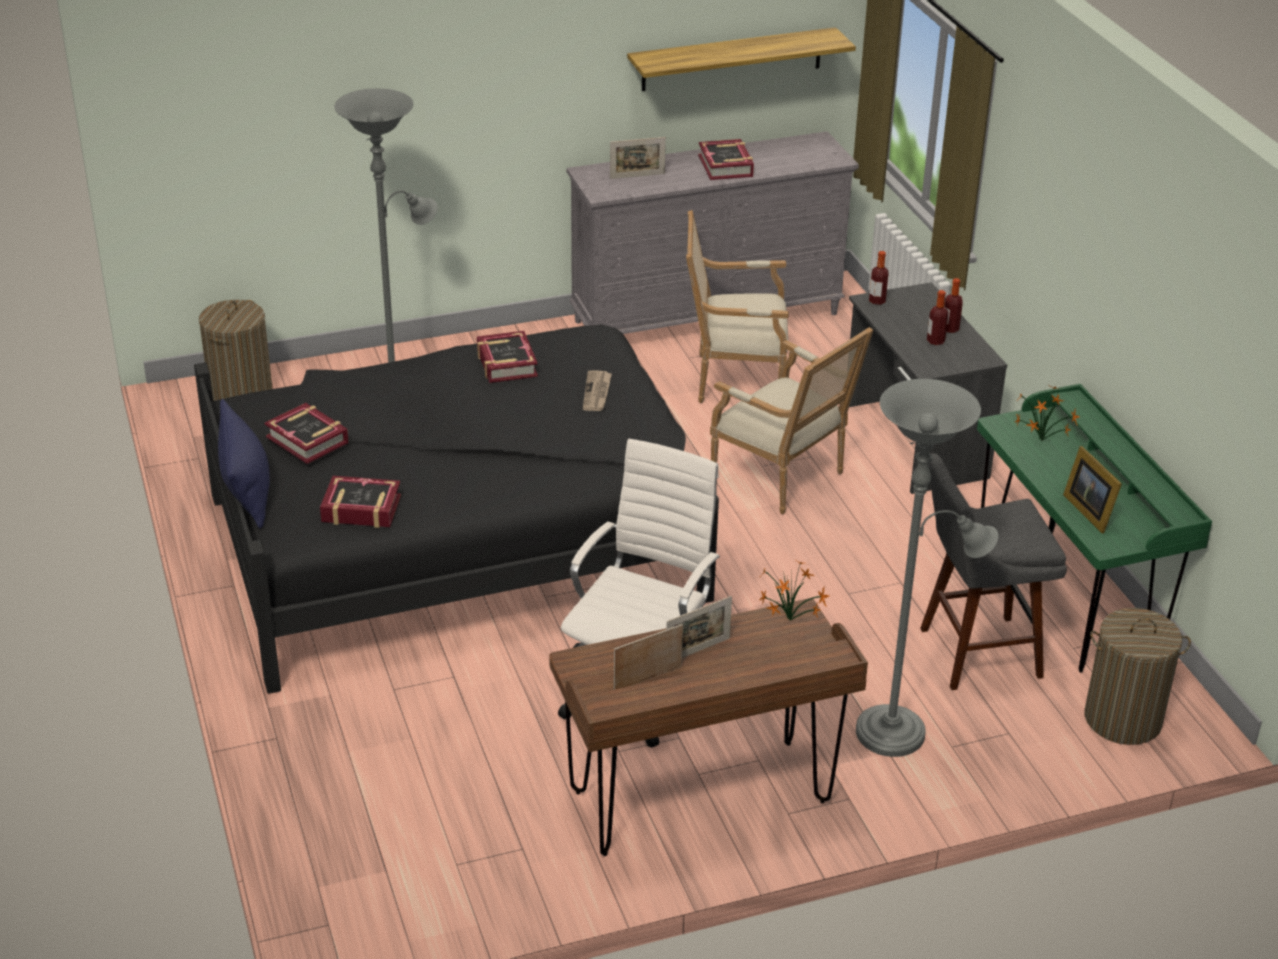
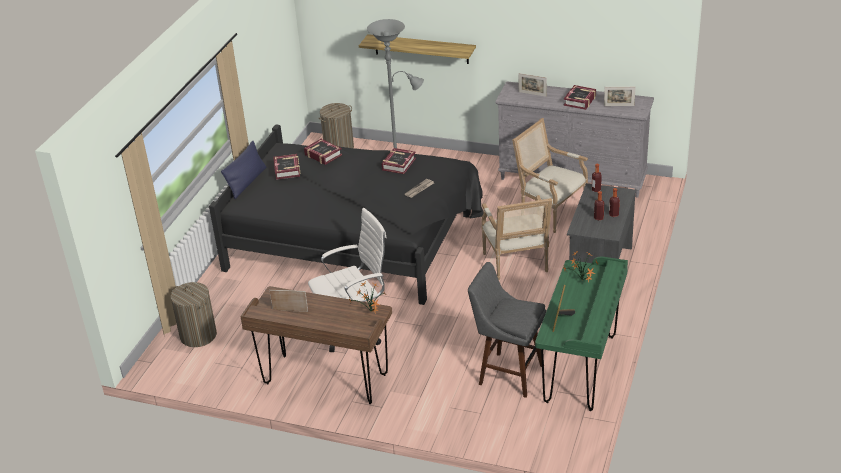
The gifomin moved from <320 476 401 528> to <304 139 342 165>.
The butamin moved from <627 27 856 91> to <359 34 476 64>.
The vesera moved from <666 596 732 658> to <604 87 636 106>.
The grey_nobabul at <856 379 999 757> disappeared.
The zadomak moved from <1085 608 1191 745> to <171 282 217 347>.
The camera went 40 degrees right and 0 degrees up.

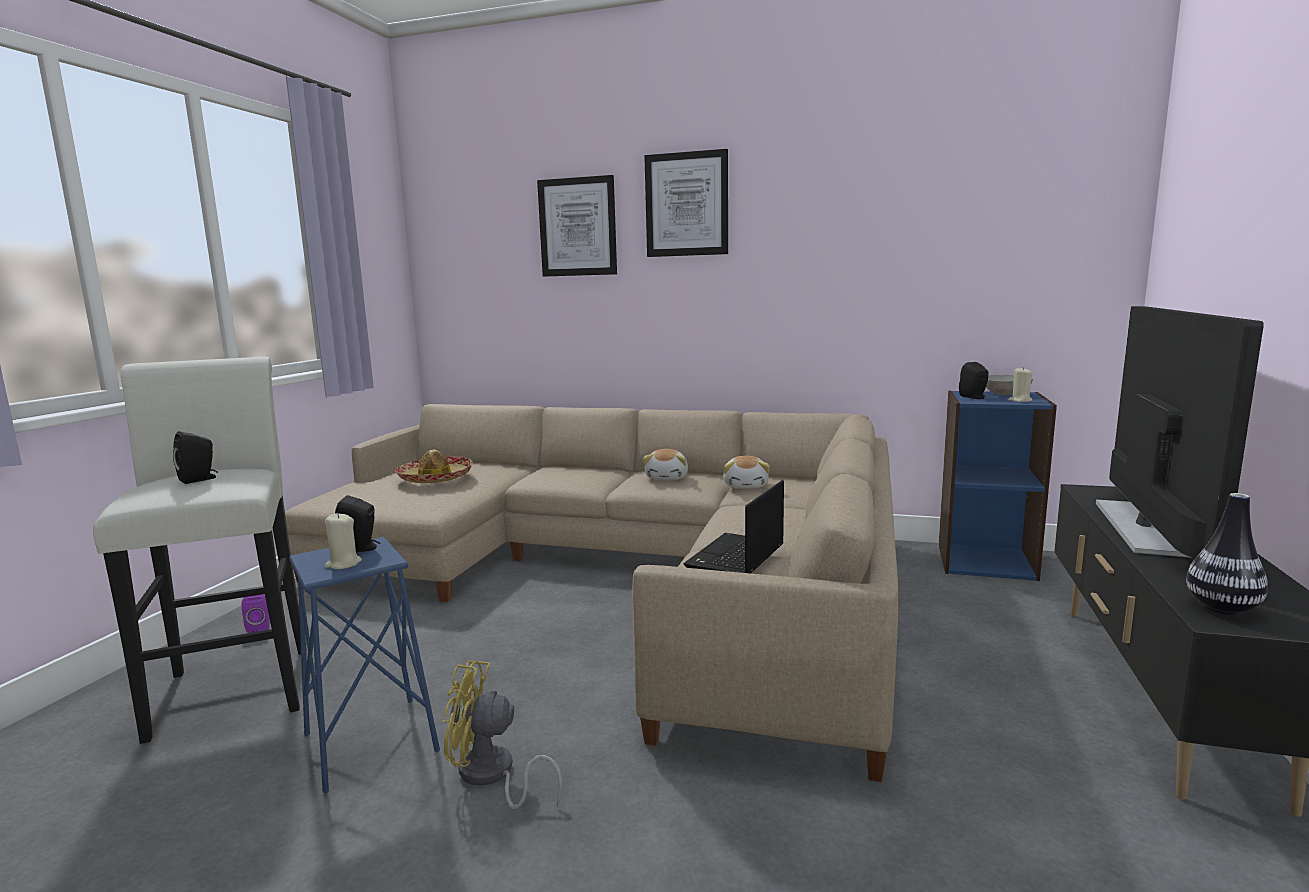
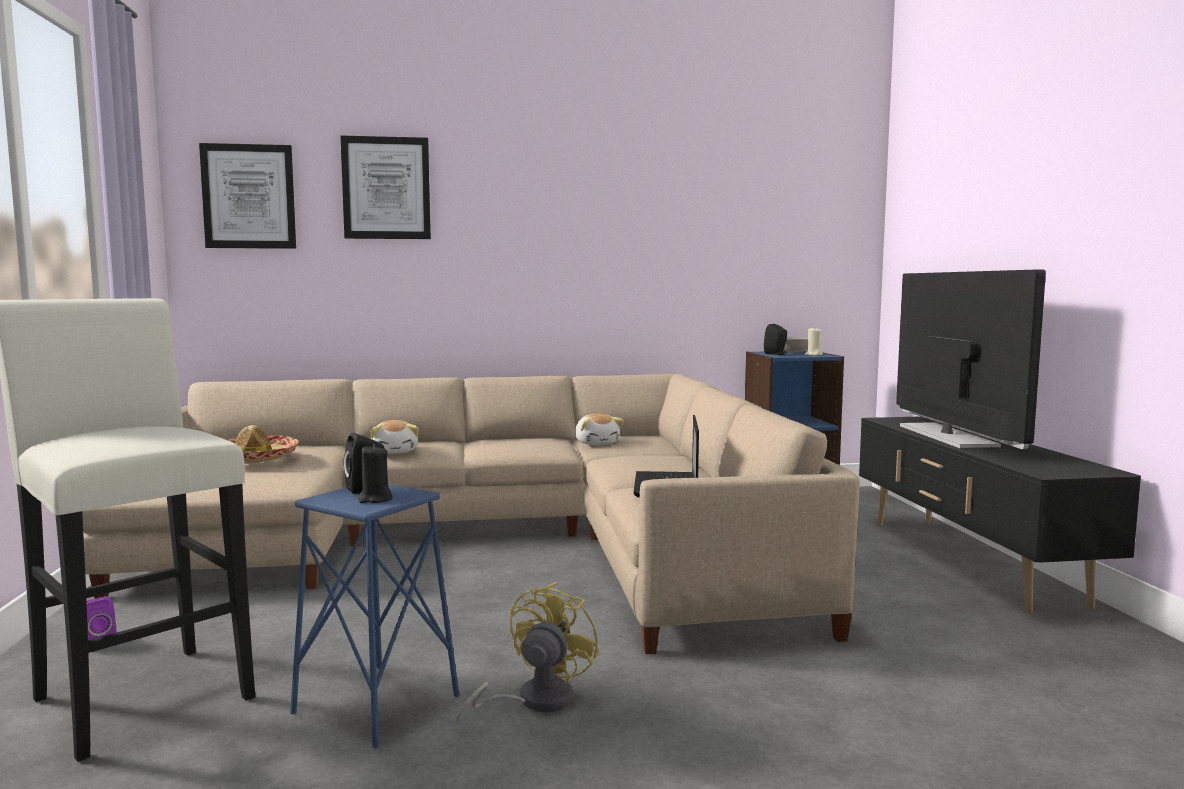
The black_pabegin at <173 431 218 484> disappeared.
The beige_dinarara at <325 513 362 569> became the black_dinarara at <358 444 393 503>.
The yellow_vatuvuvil at <442 661 563 809> turned 135 degrees clockwise.
The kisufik moved from <643 449 688 481> to <371 420 419 454>.
The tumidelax moved from <644 149 728 257> to <199 143 296 249>.
The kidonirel at <1186 493 1268 614> disappeared.
The camera went 25 degrees left and 5 degrees down.

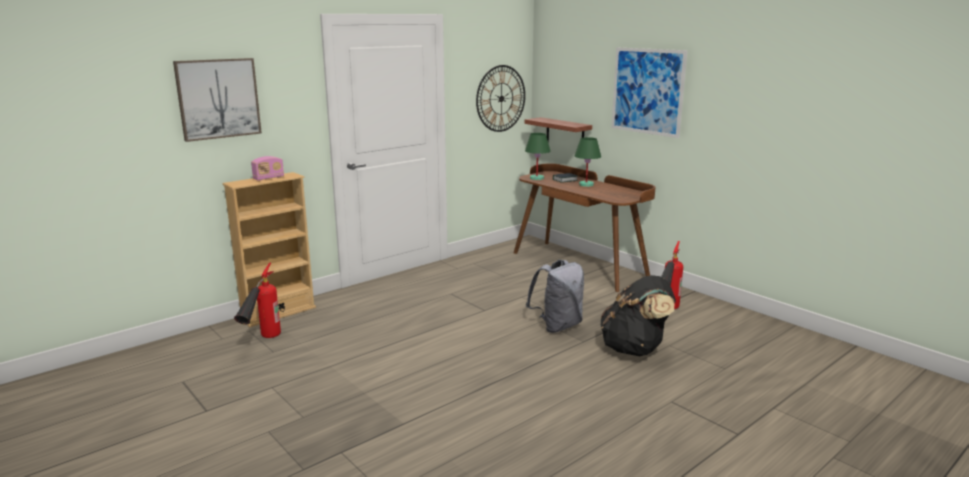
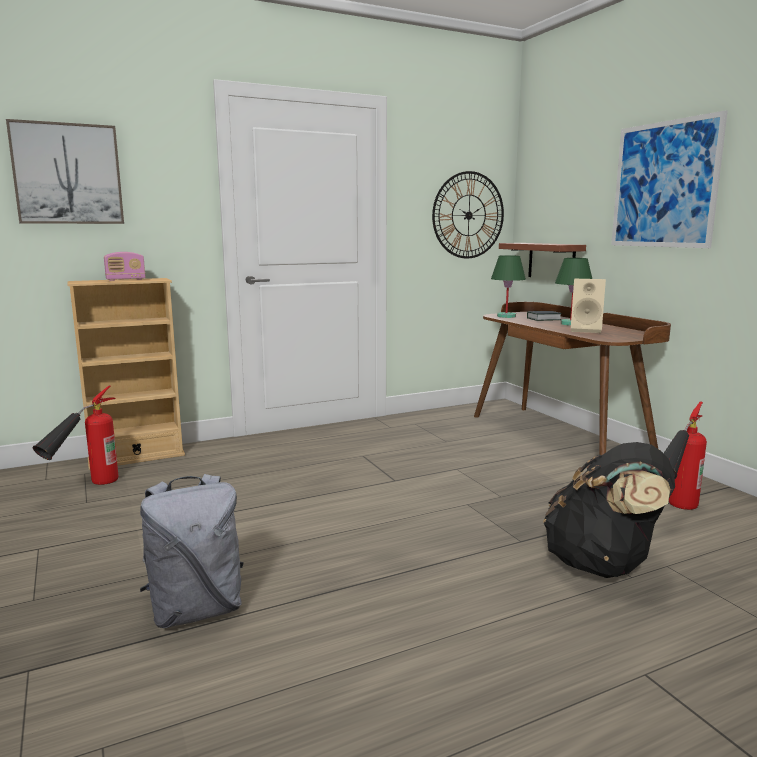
The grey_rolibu moved from <526 260 584 333> to <140 474 244 628>.
The beige_pabegin at <571 279 606 333> appeared.
The camera went 15 degrees right and 5 degrees down.

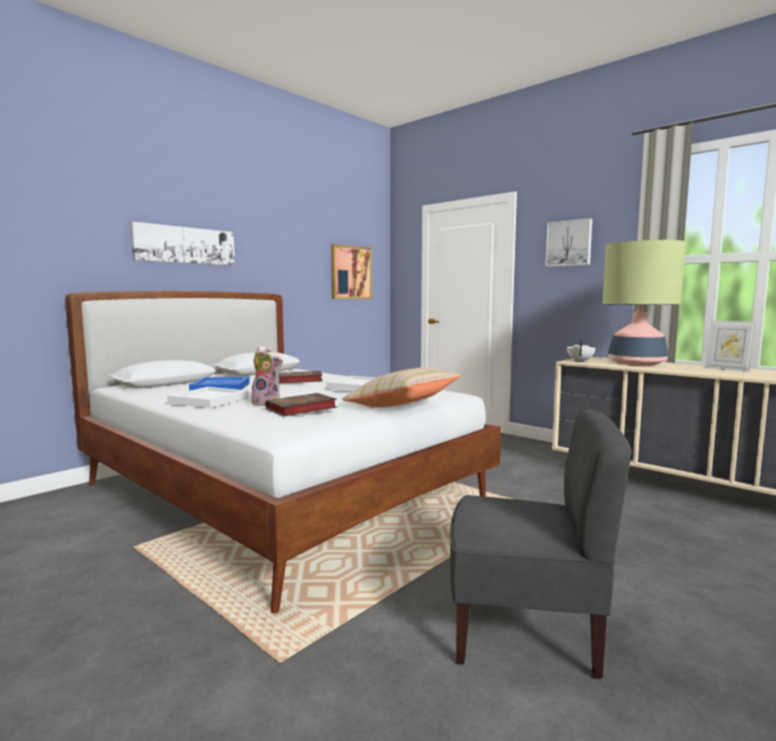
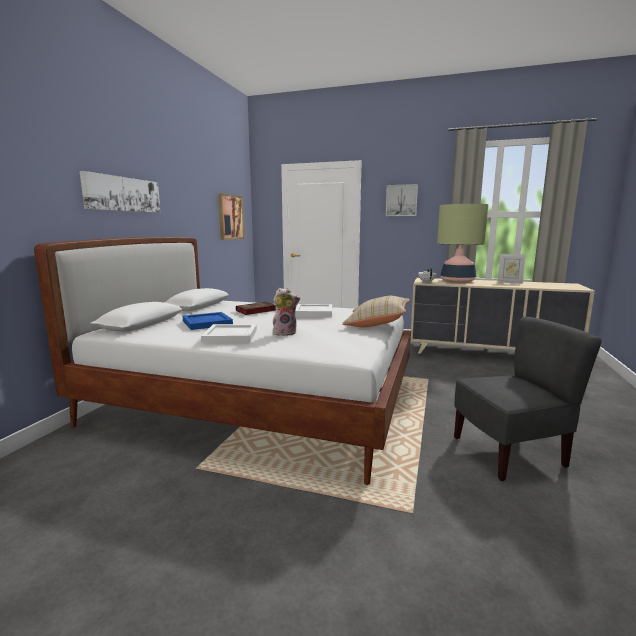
The gifomin at <266 393 337 416> disappeared.
The camera went 25 degrees left and 5 degrees up.

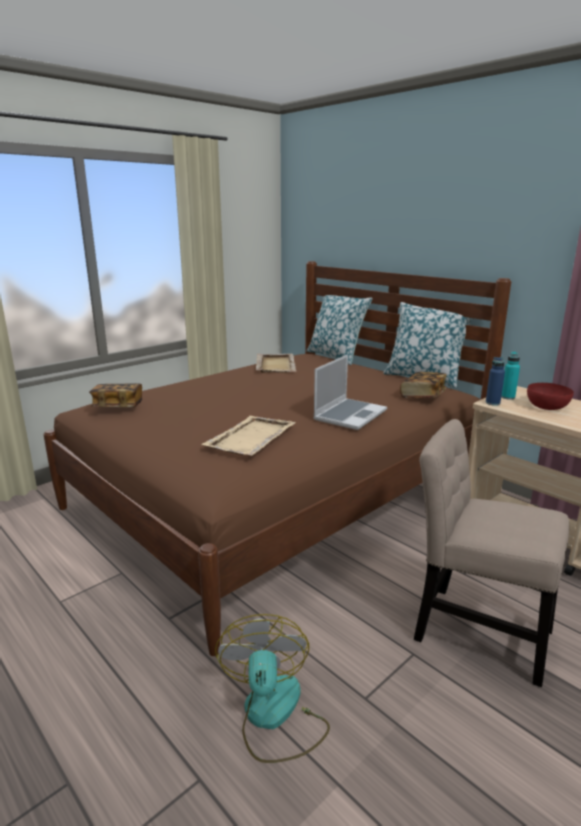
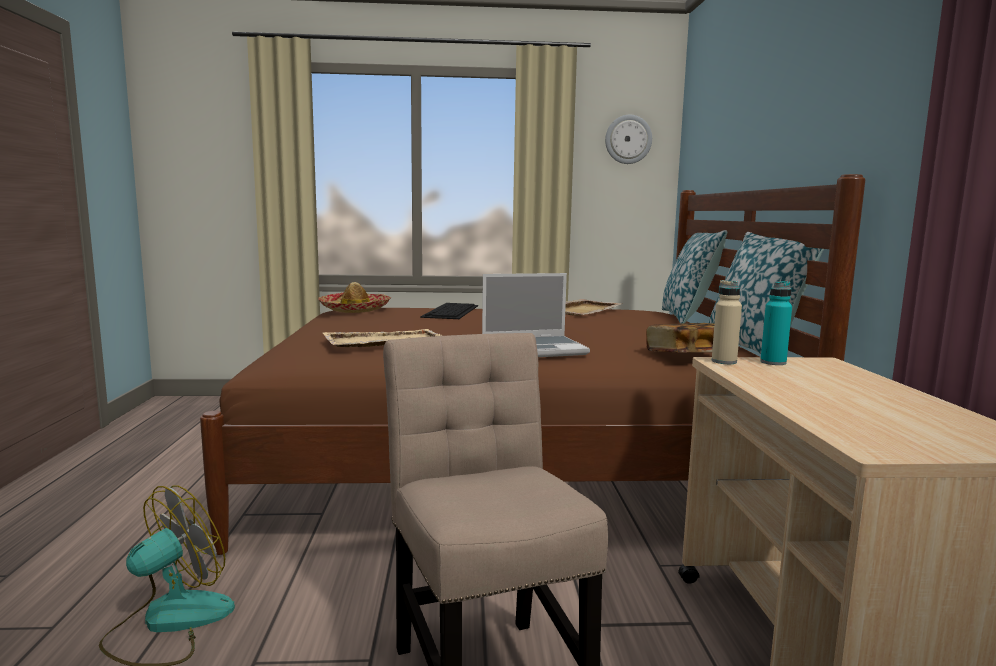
The gifomin at <89 383 142 407> was replaced by the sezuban at <318 282 391 313>.
The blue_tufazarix at <486 357 505 406> became the beige_tufazarix at <712 280 742 364>.
The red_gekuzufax at <527 383 574 410> disappeared.
The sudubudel at <420 303 478 319> appeared.
The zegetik at <605 115 652 164> appeared.
The camera went 40 degrees right and 10 degrees down.

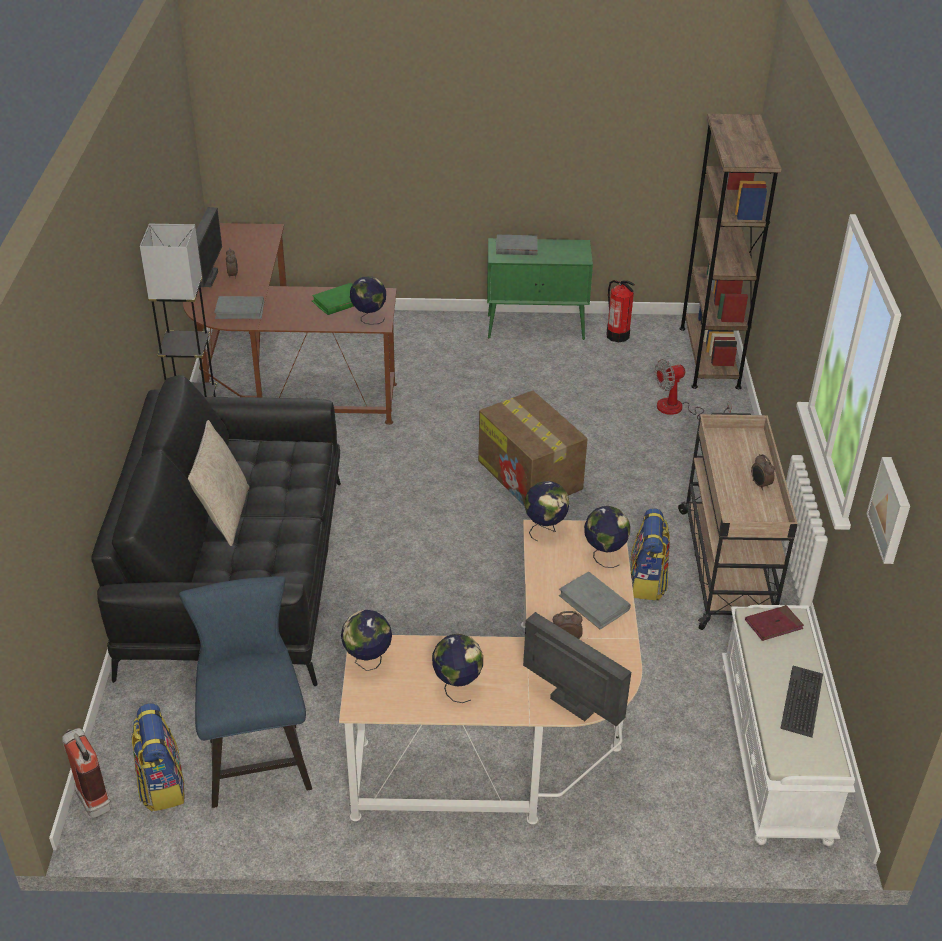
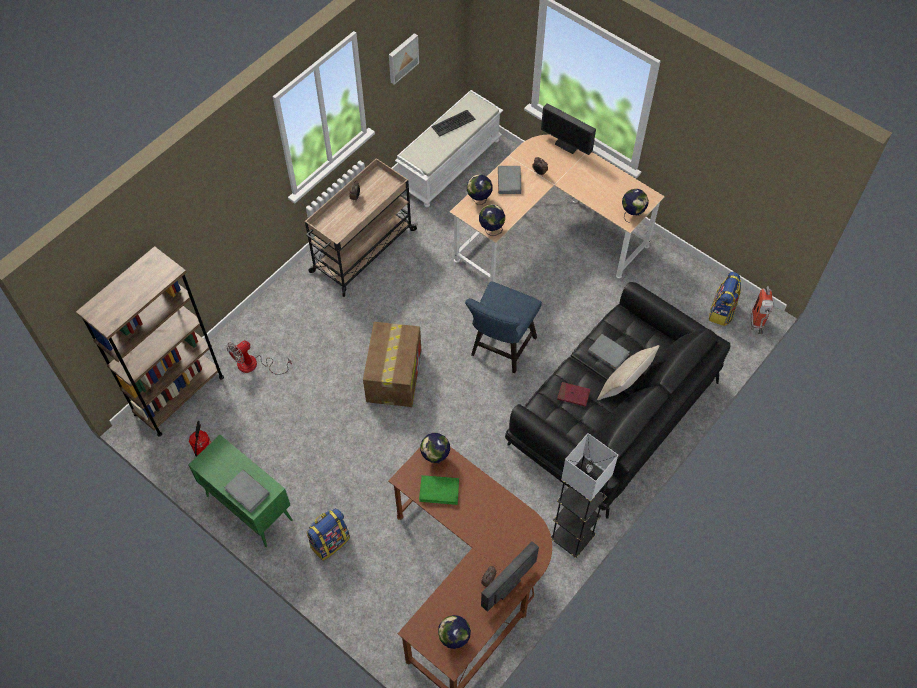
The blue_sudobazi moved from <179 576 312 808> to <465 281 542 373>.
The grey_gifomin moved from <214 296 264 319> to <588 334 629 370>.
The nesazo moved from <432 634 483 703> to <438 615 471 649>.
The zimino at <523 612 631 726> turned 45 degrees counterclockwise.
The rolibu moved from <630 508 670 600> to <306 508 350 561>.
The vatuvuvil at <655 359 732 420> turned 120 degrees clockwise.
The red_gifomin moved from <745 605 804 641> to <557 382 591 407>.
The camera went 140 degrees left and 20 degrees up.

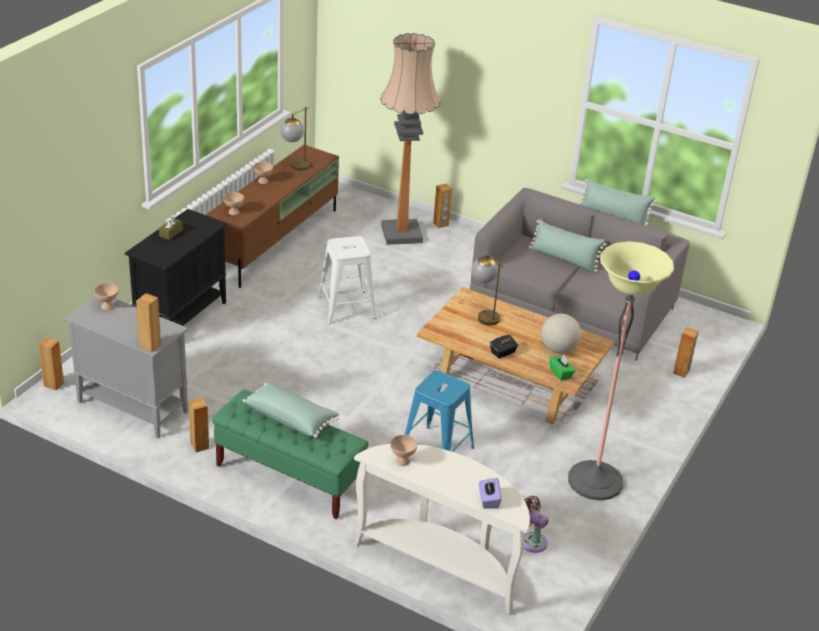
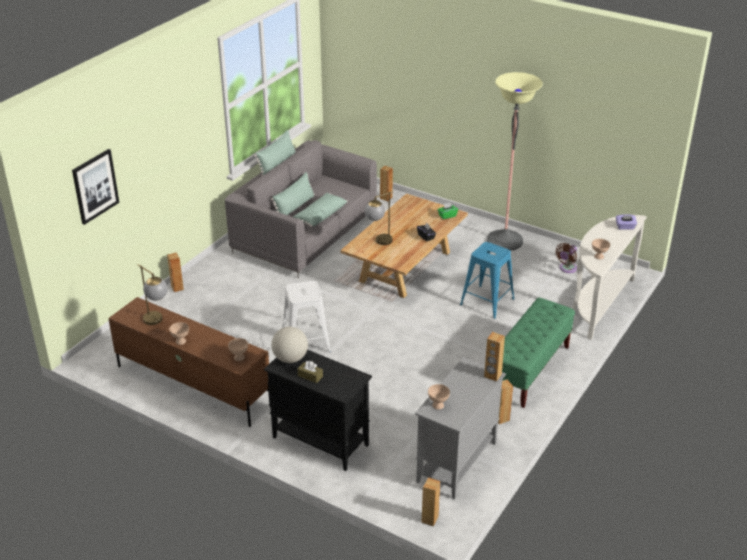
The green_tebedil moved from <242 382 339 438> to <293 193 348 227>.
The nobabul at <380 33 441 245> disappeared.
The nesazo moved from <541 314 581 353> to <271 327 308 363>.
The tumidelax at <72 149 119 225> appeared.
The camera went 85 degrees left and 0 degrees up.

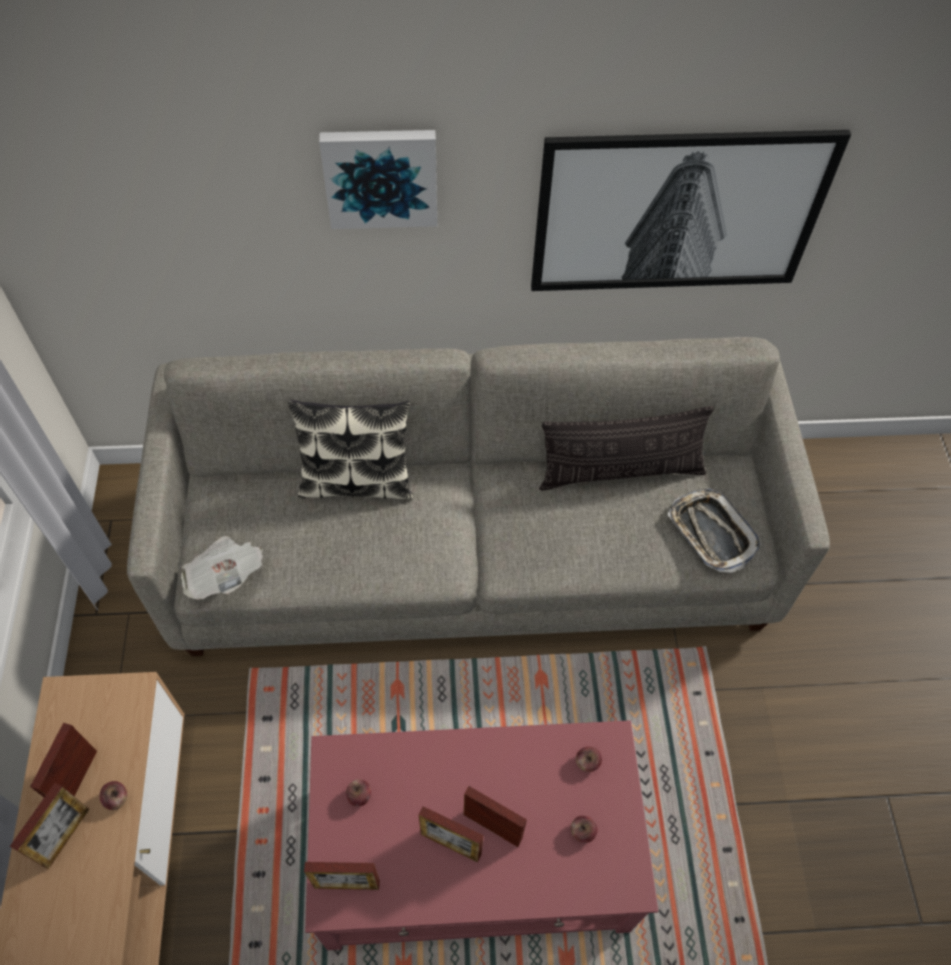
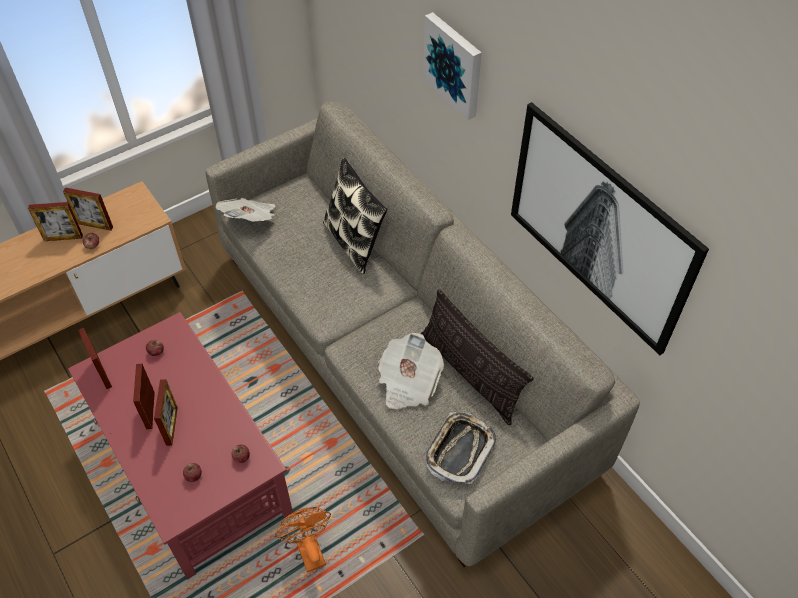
The vesera at <30 723 97 797> turned 150 degrees counterclockwise.
The orange_vatuvuvil at <275 507 331 572> appeared.
The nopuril at <377 333 444 409> appeared.
The camera went 60 degrees right and 5 degrees down.

